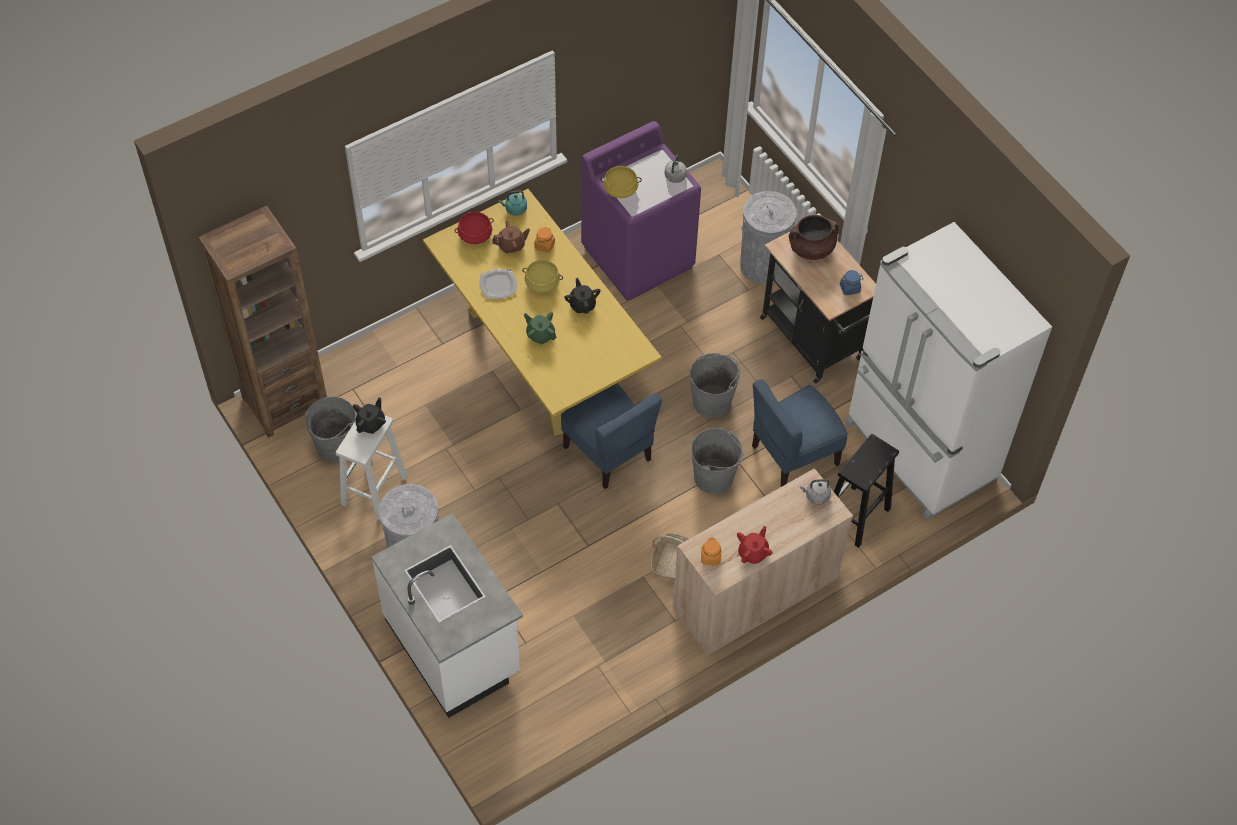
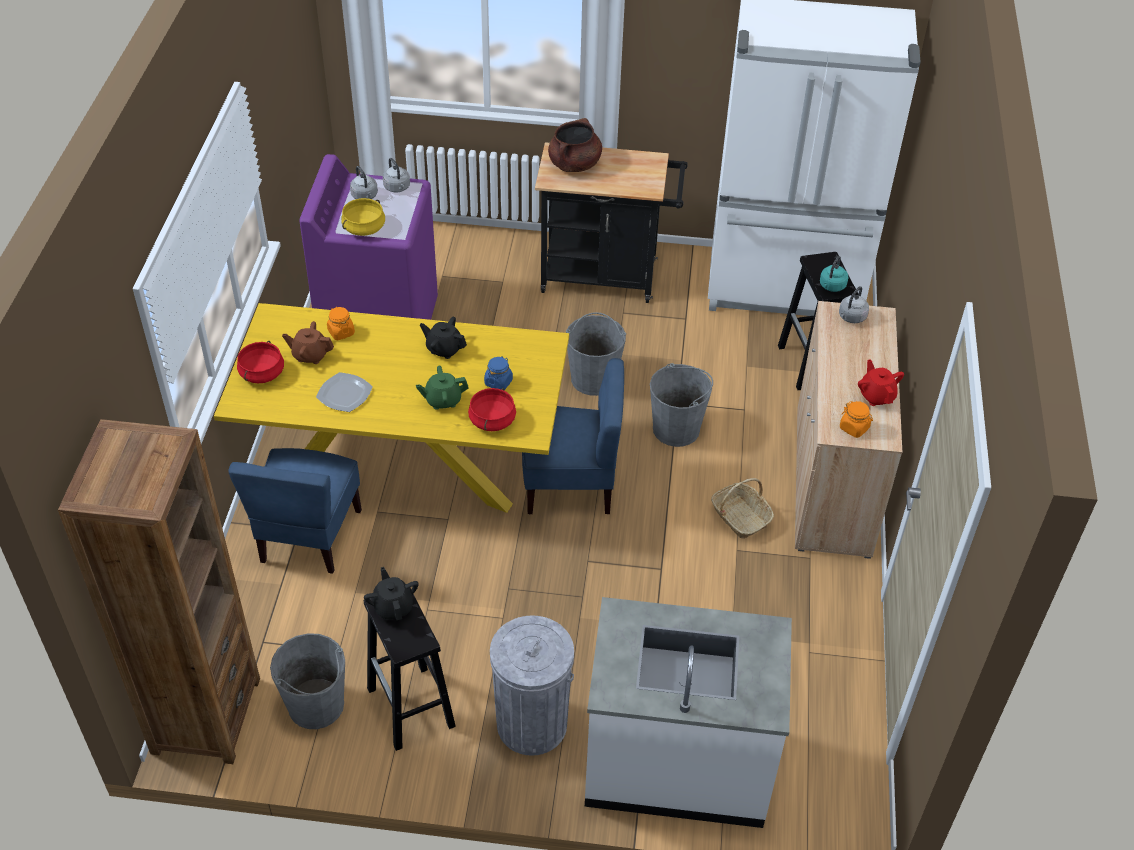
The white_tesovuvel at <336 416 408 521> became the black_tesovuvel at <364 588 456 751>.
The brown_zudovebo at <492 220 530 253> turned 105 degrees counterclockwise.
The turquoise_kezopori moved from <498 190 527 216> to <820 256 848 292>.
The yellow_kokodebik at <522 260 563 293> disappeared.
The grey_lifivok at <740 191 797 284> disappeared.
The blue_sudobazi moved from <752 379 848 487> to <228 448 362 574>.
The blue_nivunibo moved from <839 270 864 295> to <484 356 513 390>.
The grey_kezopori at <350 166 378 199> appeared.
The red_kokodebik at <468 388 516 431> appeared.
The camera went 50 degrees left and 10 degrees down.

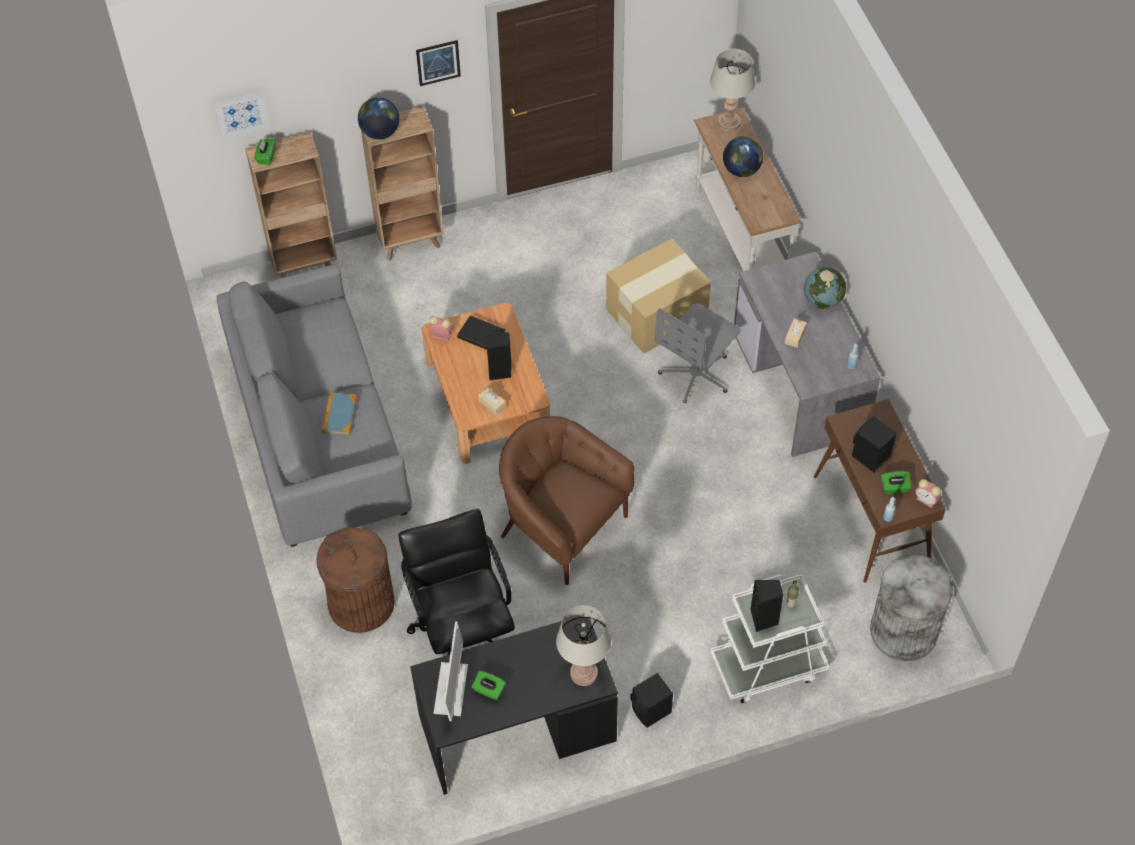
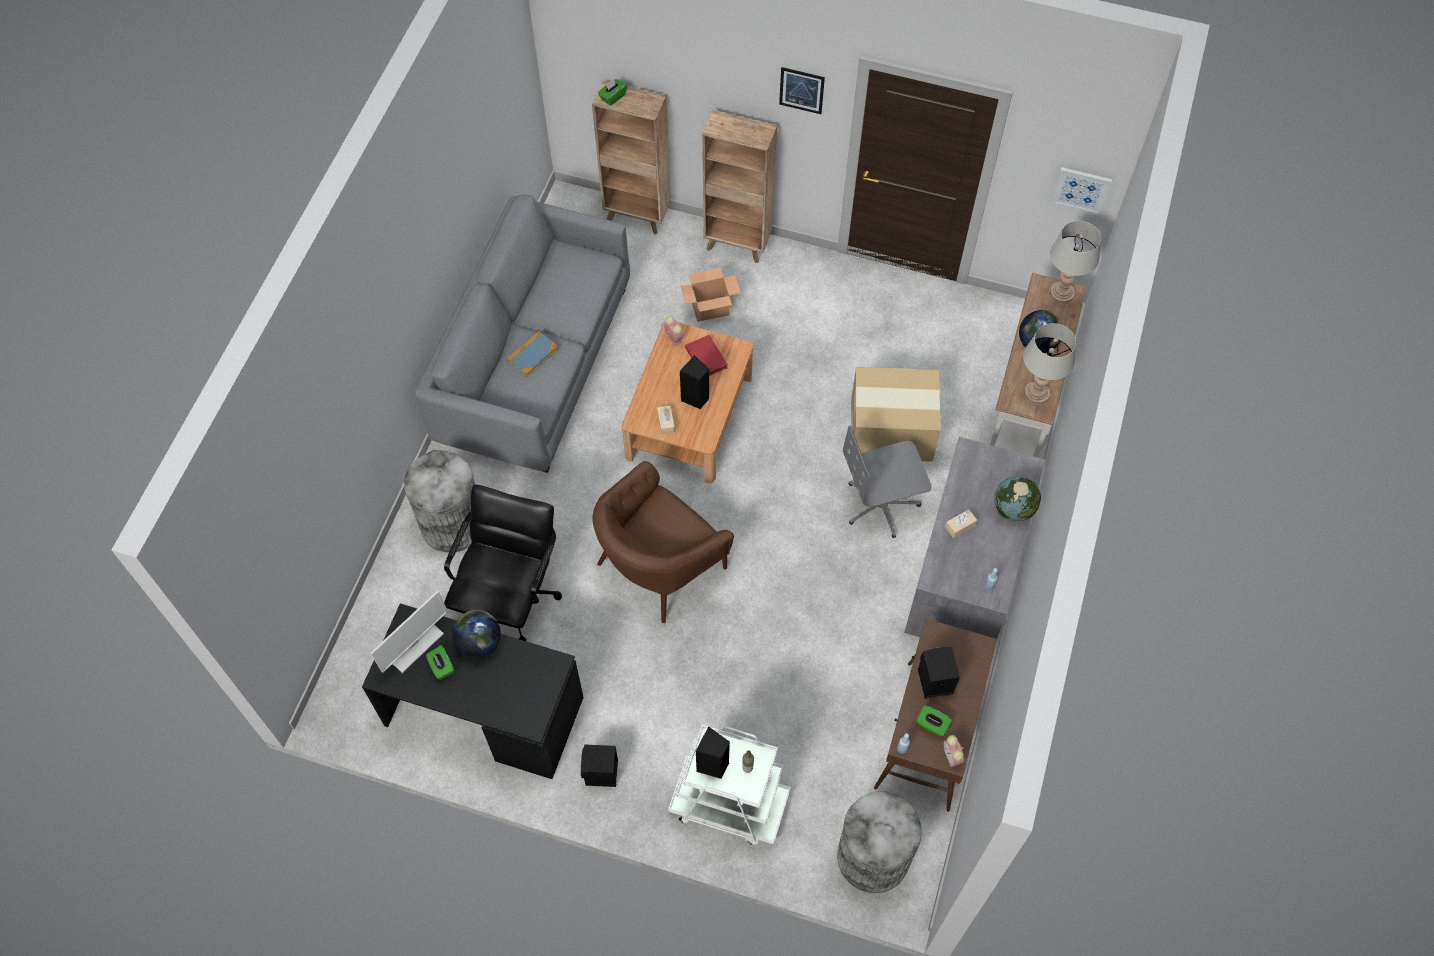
The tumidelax moved from <213 91 270 139> to <1051 167 1112 215>.
The brown_lifivok at <316 527 395 633> became the grey_lifivok at <404 450 476 553>.
The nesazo moved from <358 97 399 139> to <452 610 501 658>.
The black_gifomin at <457 315 505 350> became the red_gifomin at <685 335 728 376>.
The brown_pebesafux at <499 416 634 585> turned 120 degrees counterclockwise.
The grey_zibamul moved from <556 605 611 686> to <1023 323 1076 405>.
The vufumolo at <680 268 741 322> appeared.
The camera went 35 degrees right and 5 degrees up.

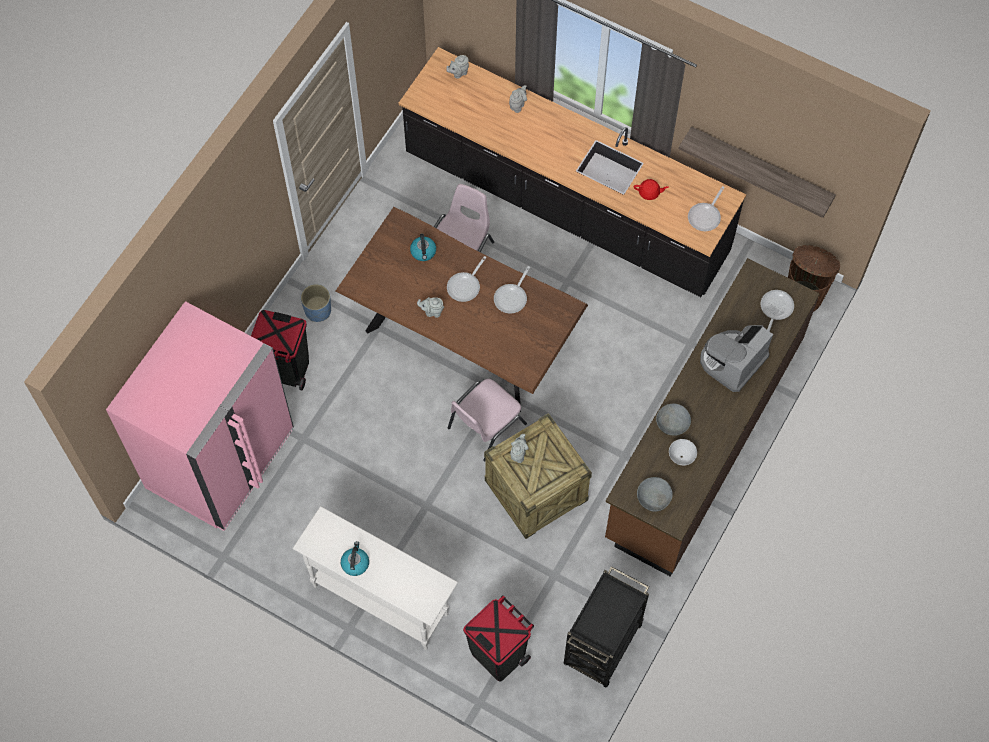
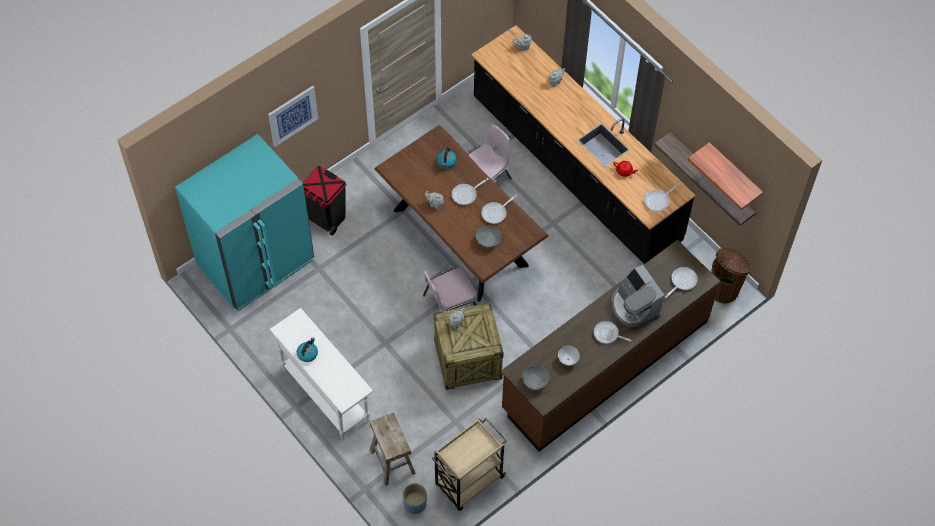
The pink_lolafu at <106 301 294 531> became the turquoise_lolafu at <175 134 314 312>.
The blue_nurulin moved from <301 284 331 322> to <402 483 427 514>.
The black_lifivok at <463 595 534 681> was replaced by the beige_tesovuvel at <370 413 416 486>.
The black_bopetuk at <564 566 649 687> became the beige_bopetuk at <432 418 507 511>.
The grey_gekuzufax moved from <656 403 691 436> to <476 226 501 248>.
The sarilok at <700 325 773 392> turned 90 degrees counterclockwise.
The tumidelax at <268 86 318 147> appeared.
The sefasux at <594 321 631 344> appeared.
The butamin at <688 142 763 210> appeared.
The camera went 20 degrees right and 5 degrees down.

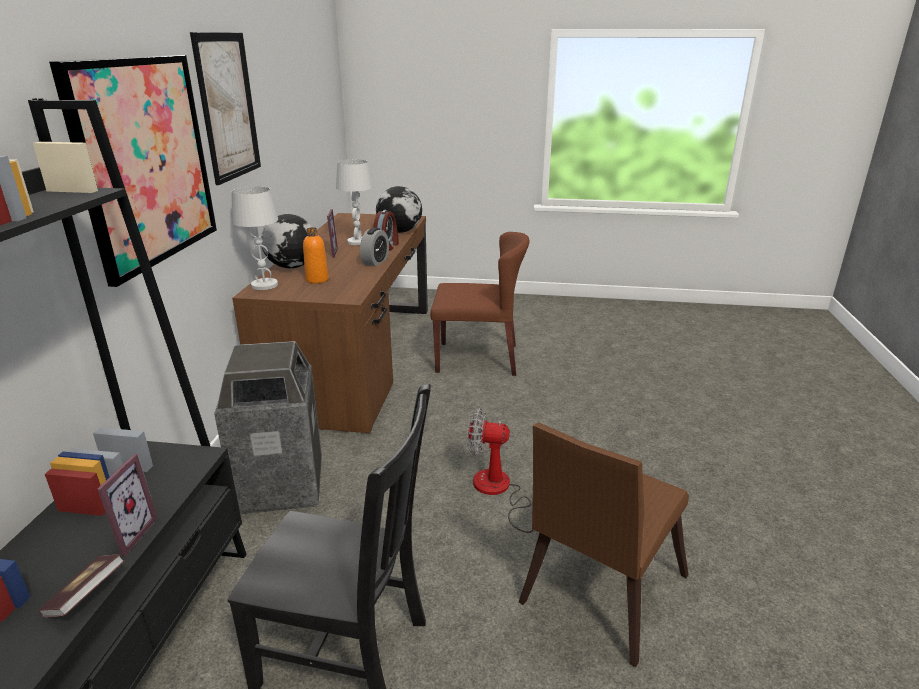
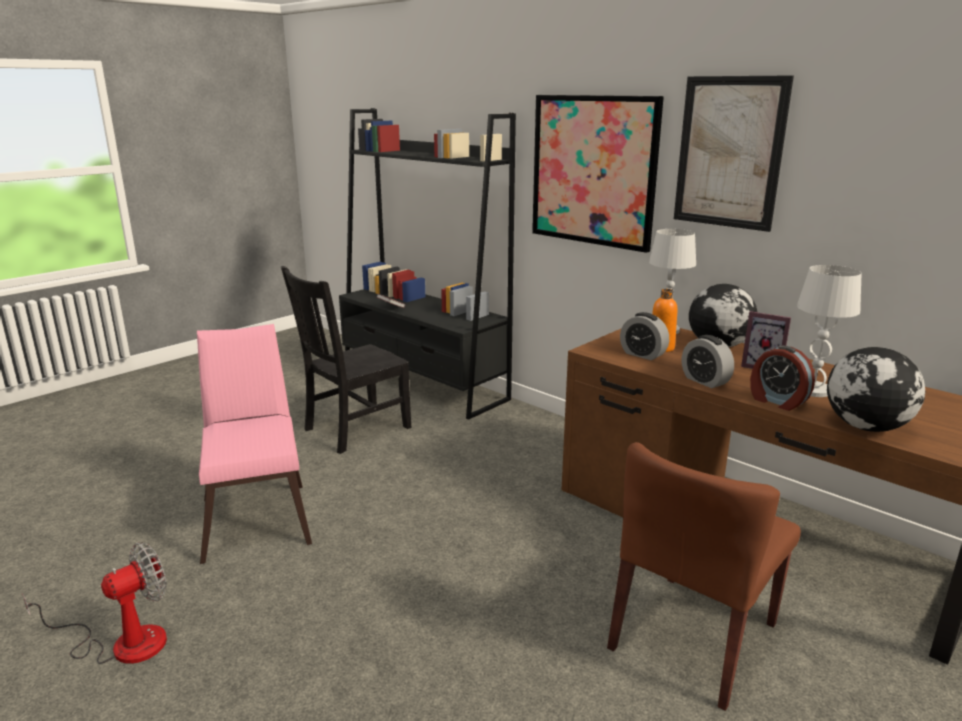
The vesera at <98 454 158 557> disappeared.
The lifivok at <214 341 322 514> disappeared.
The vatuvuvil moved from <467 408 533 533> to <22 542 167 664>.
The brown_sudobazi at <519 422 689 667> became the pink_sudobazi at <197 324 312 564>.
The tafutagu at <620 312 669 360> appeared.
The camera went 125 degrees right and 5 degrees down.

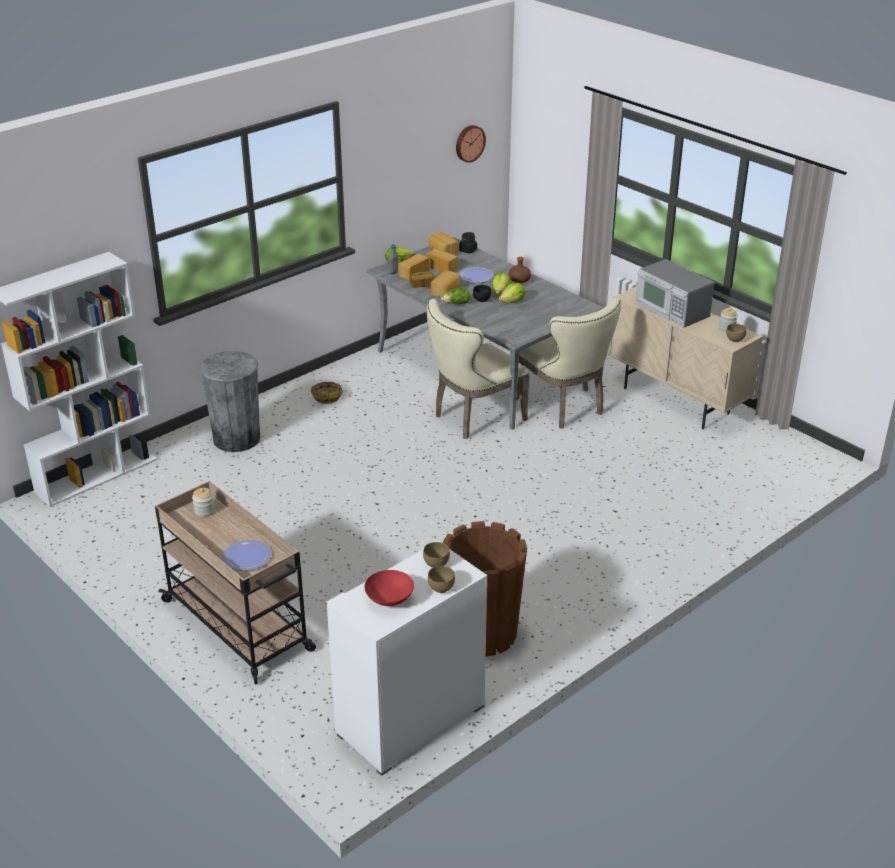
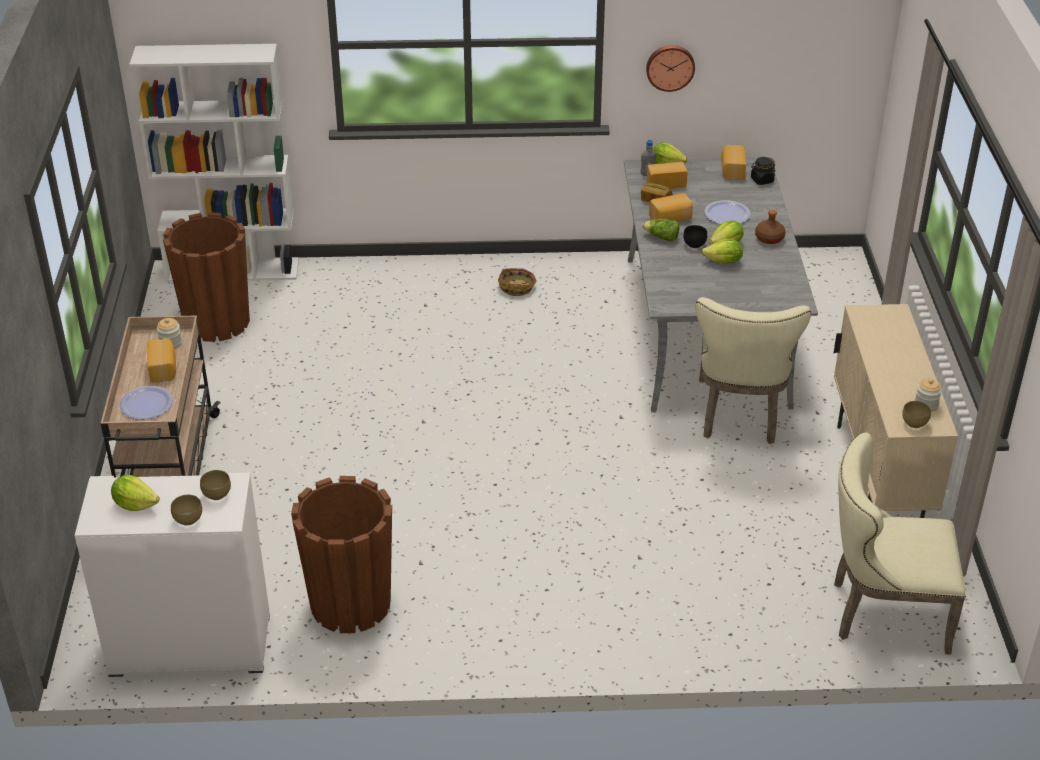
The grey_lifivok at <199 351 260 452> disappeared.
The red_gekuzufax at <364 570 414 606> was replaced by the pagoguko at <111 475 160 511>.
The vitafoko moved from <426 249 458 272> to <147 338 176 383>.
The beige_sudobazi moved from <427 299 530 439> to <834 433 966 655>.
The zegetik moved from <456 125 486 163> to <646 45 695 92>.
The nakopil at <636 259 715 328> disappeared.
The brown_nurulin at <163 212 250 342> appeared.
The camera went 40 degrees right and 5 degrees up.

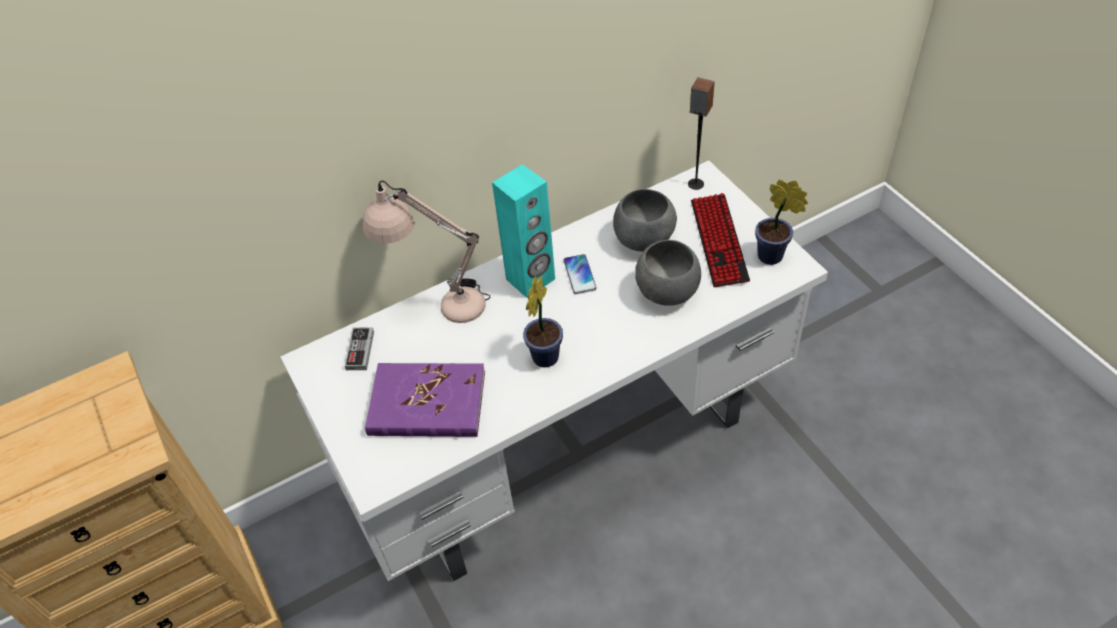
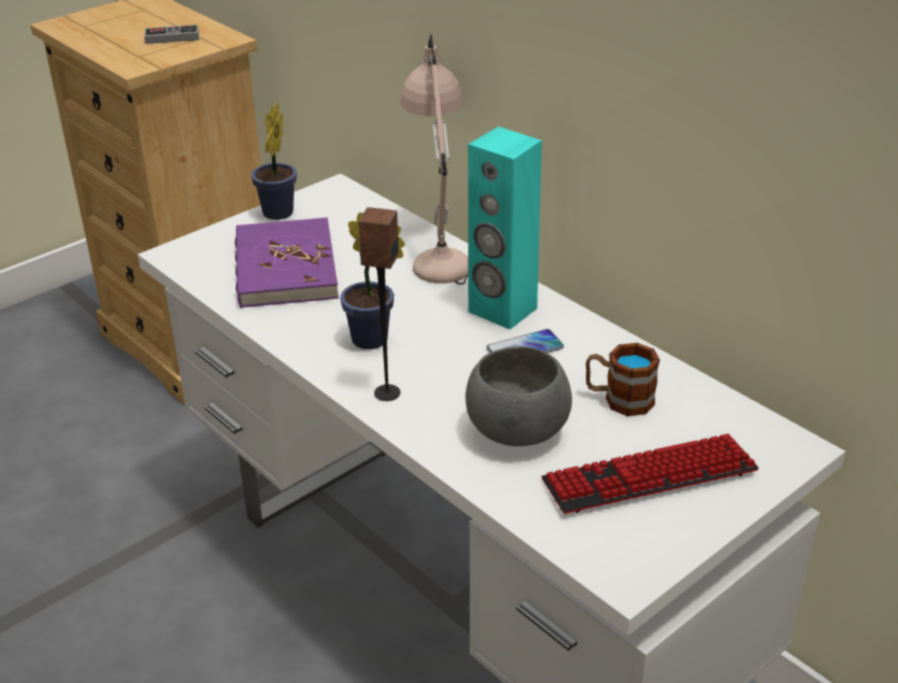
The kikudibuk moved from <345 327 374 370> to <144 25 199 44>.
The grey_gekuzufax at <613 189 677 252> was replaced by the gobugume at <586 343 660 416>.
The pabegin moved from <688 77 715 190> to <358 207 400 401>.
The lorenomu moved from <755 180 808 265> to <251 103 297 220>.
The camera went 75 degrees right and 15 degrees down.

